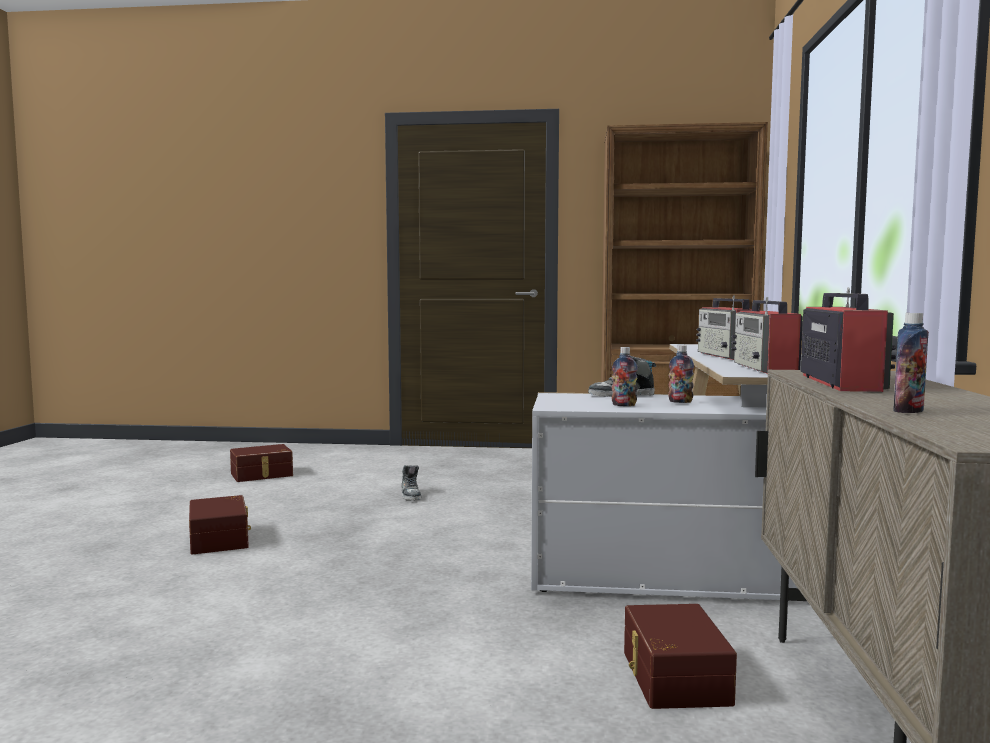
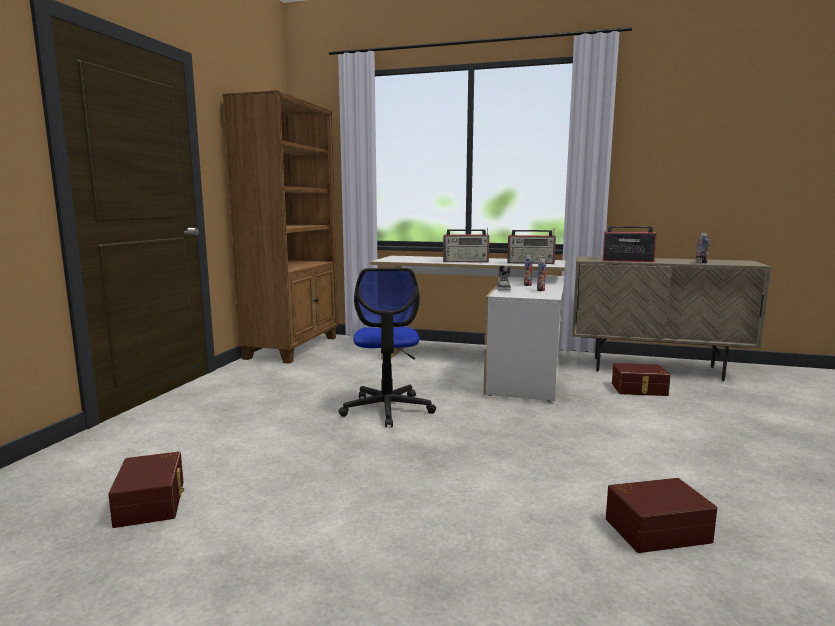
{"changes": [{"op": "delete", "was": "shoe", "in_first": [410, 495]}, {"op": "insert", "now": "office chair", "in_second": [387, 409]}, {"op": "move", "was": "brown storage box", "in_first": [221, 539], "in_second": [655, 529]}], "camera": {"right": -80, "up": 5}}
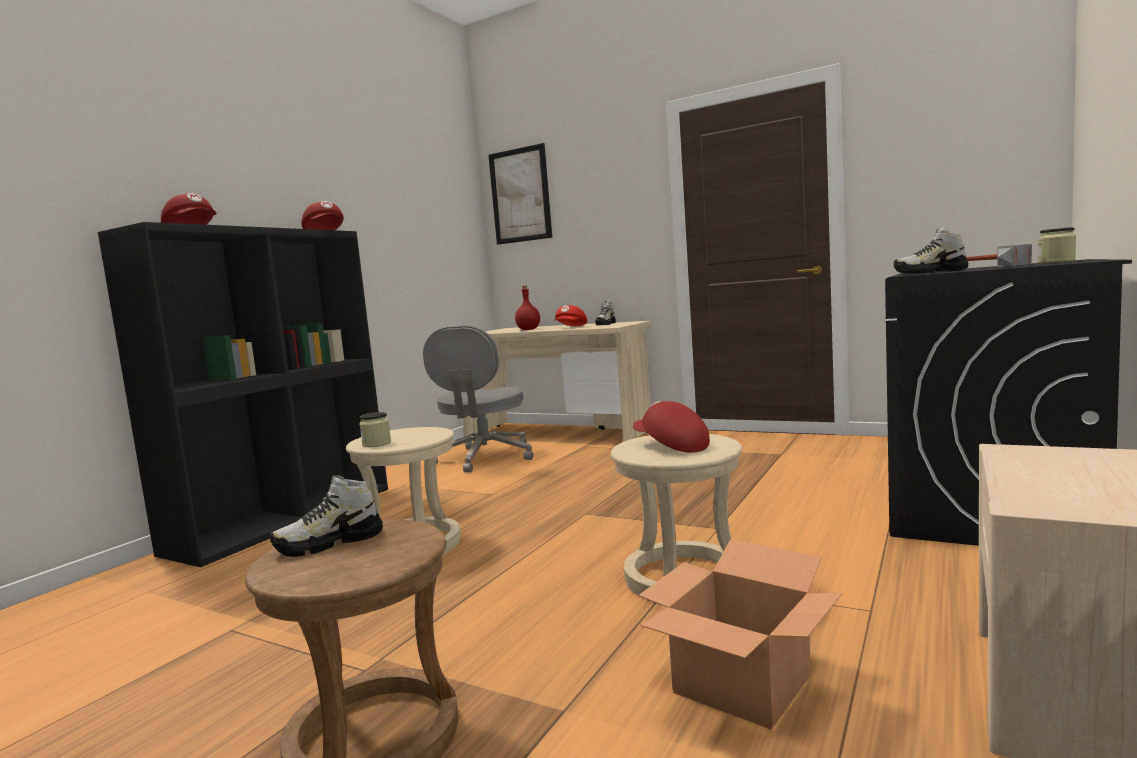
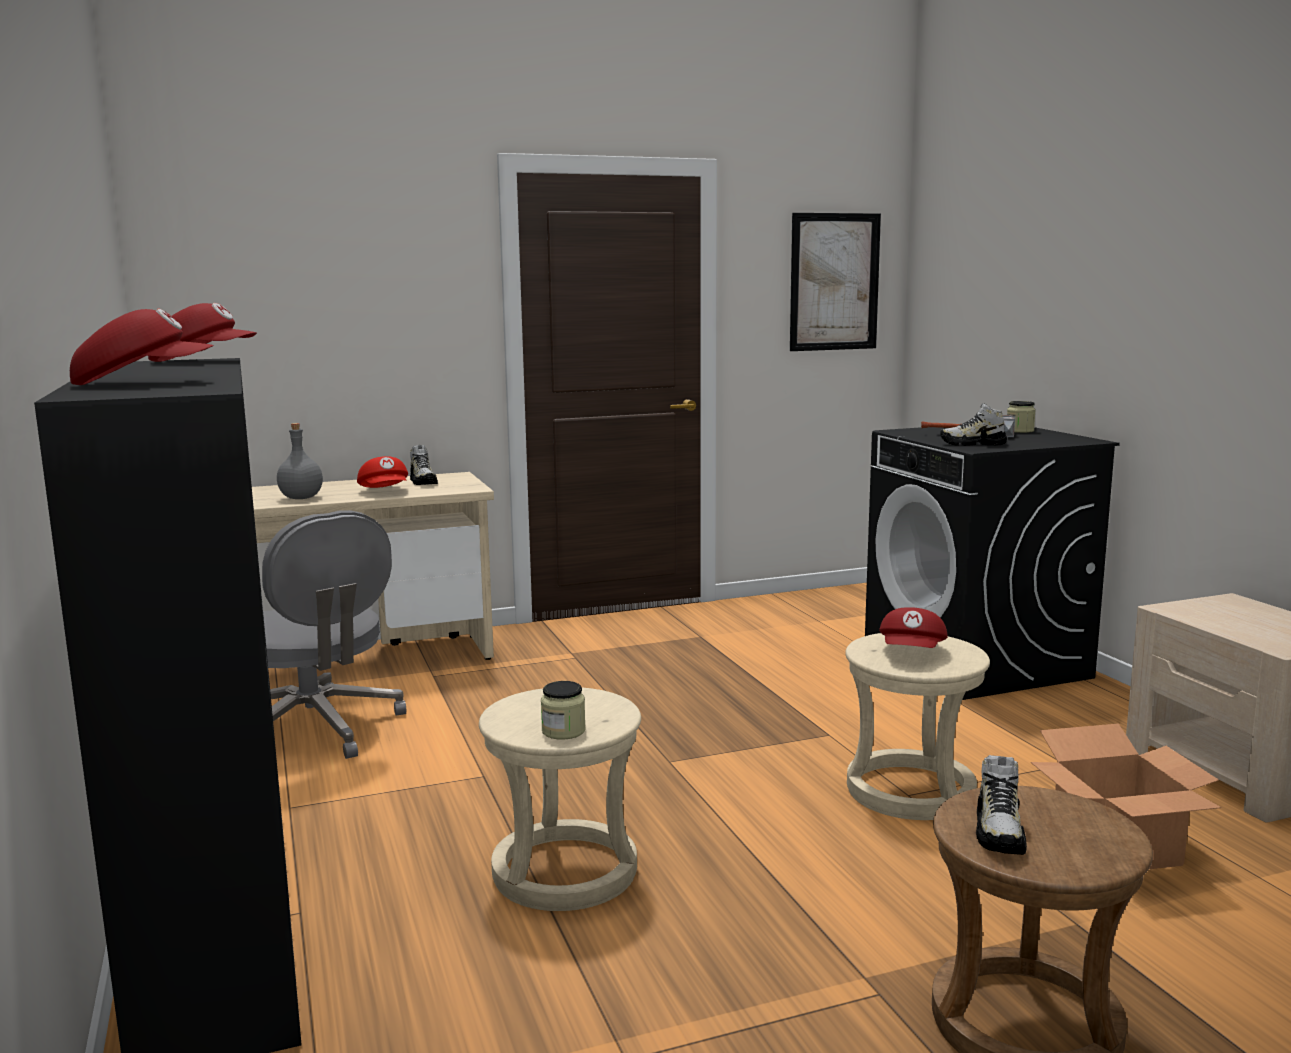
{"changes": [{"op": "move", "was": "picture", "in_first": [520, 195], "in_second": [834, 282]}, {"op": "recolor", "was": "red bottle", "now": "grey bottle", "in_first": [528, 329], "in_second": [300, 498]}, {"op": "rotate", "was": "red cap", "in_first": [670, 446], "in_second": [913, 653], "clockwise": -75}, {"op": "rotate", "was": "shoe", "in_first": [930, 272], "in_second": [973, 444], "clockwise": 45}], "camera": {"right": -50, "up": 5}}
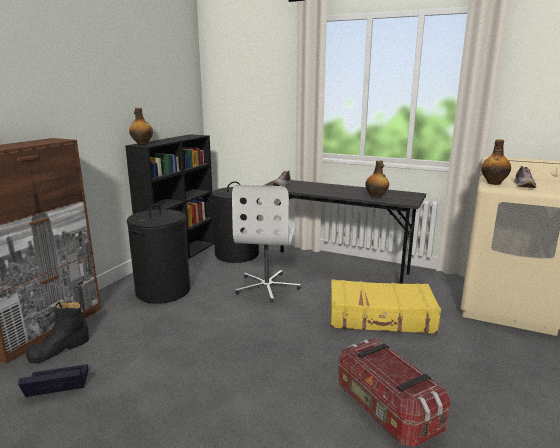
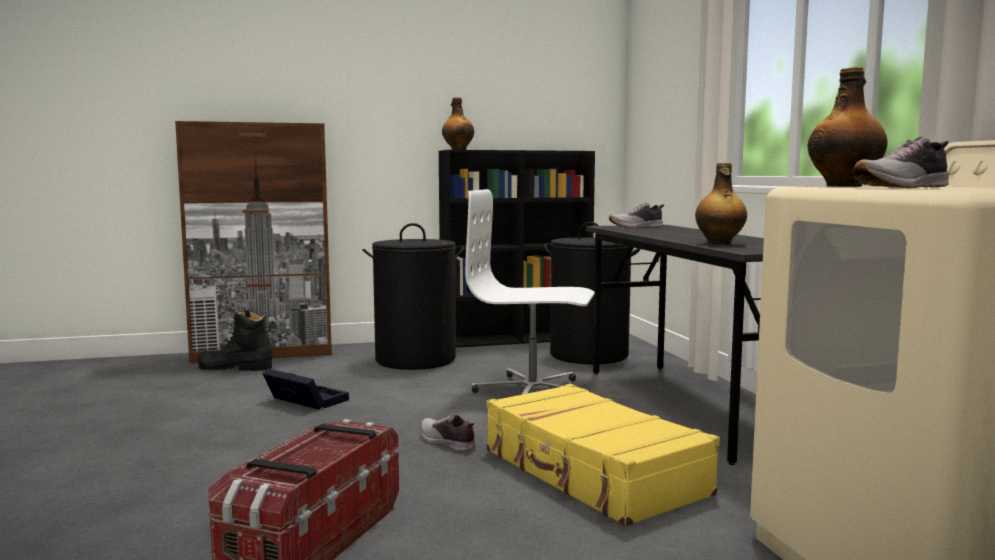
{"changes": [{"op": "insert", "now": "shoe", "in_second": [447, 442]}, {"op": "move", "was": "black storage box", "in_first": [55, 386], "in_second": [304, 400]}, {"op": "rotate", "was": "white office chair", "in_first": [267, 287], "in_second": [532, 391], "clockwise": 45}], "camera": {"right": 50, "up": -10}}
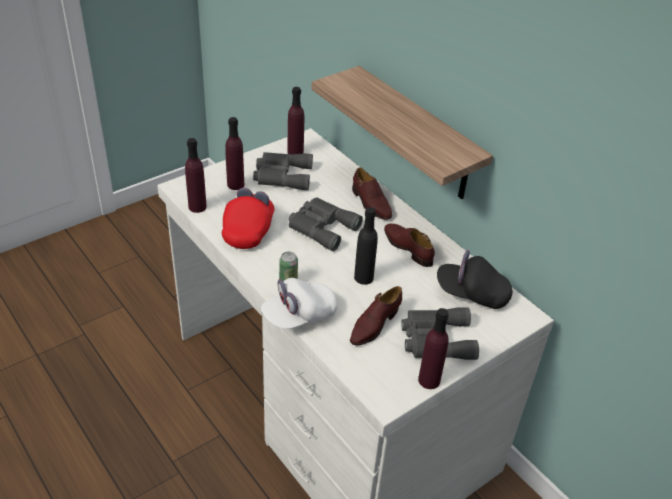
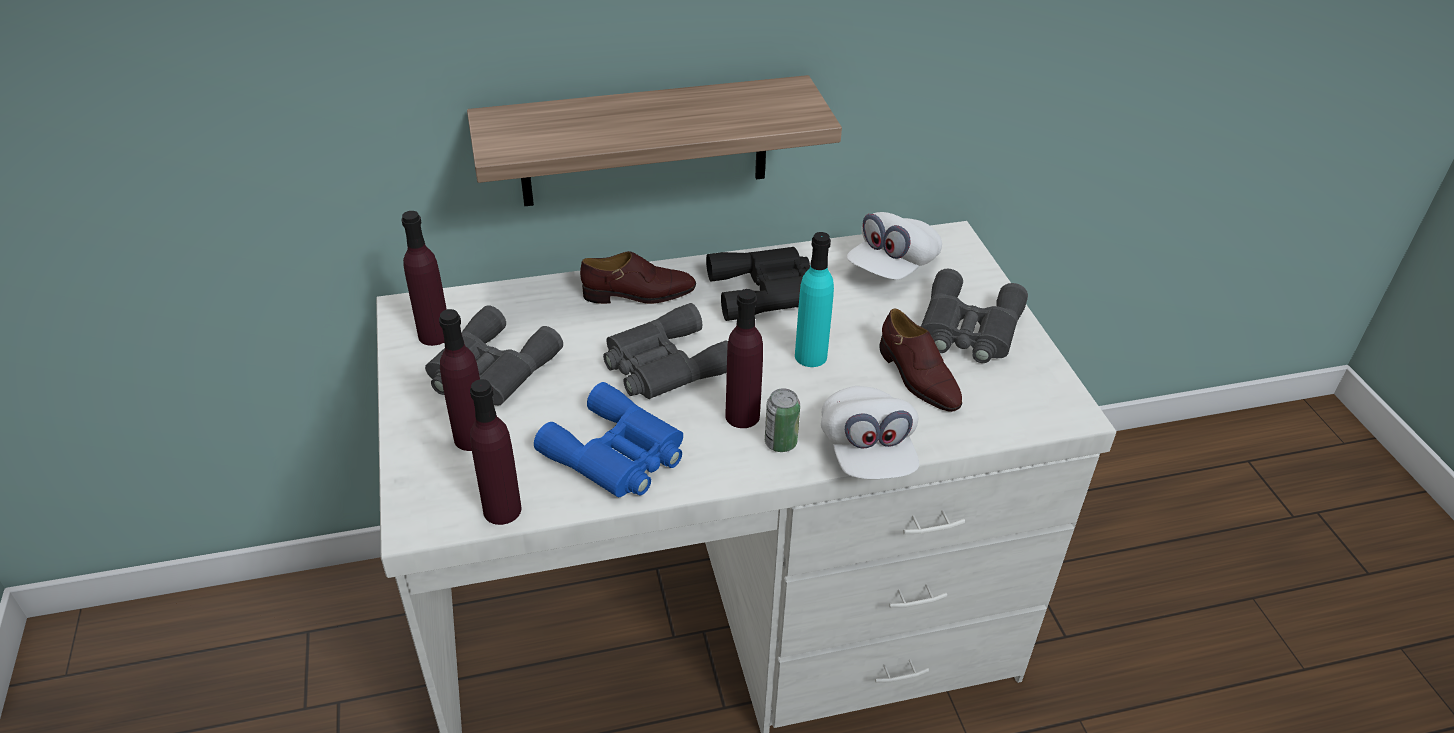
{"changes": [{"op": "move", "was": "purple bottle", "in_first": [429, 380], "in_second": [742, 416]}, {"op": "replace", "was": "red cap", "now": "blue binoculars", "in_first": [249, 230], "in_second": [617, 455]}, {"op": "replace", "was": "brown shoe", "now": "black binoculars", "in_first": [408, 248], "in_second": [767, 291]}, {"op": "recolor", "was": "black bottle", "now": "turquoise bottle", "in_first": [363, 277], "in_second": [810, 356]}, {"op": "recolor", "was": "black cap", "now": "white cap", "in_first": [472, 293], "in_second": [892, 267]}], "camera": {"right": -65, "up": 0}}
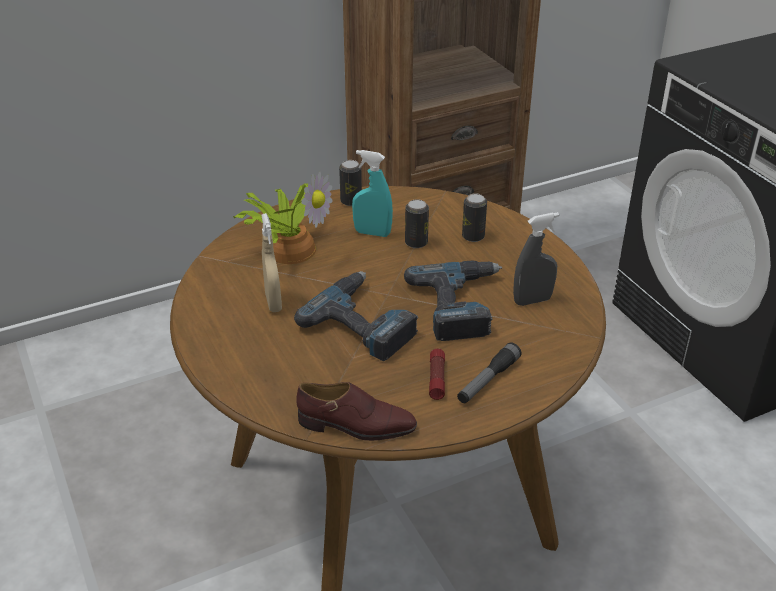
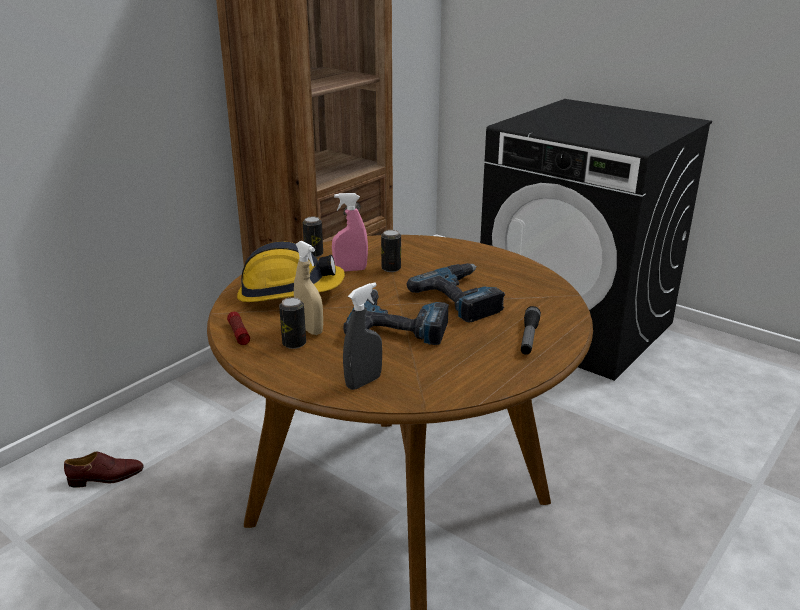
{"changes": [{"op": "move", "was": "brown shoe", "in_first": [356, 426], "in_second": [106, 477]}, {"op": "move", "was": "flashlight", "in_first": [436, 379], "in_second": [238, 333]}, {"op": "move", "was": "can", "in_first": [473, 236], "in_second": [294, 343]}, {"op": "move", "was": "grey spray bottle", "in_first": [532, 300], "in_second": [363, 382]}, {"op": "replace", "was": "potted plant", "now": "hard hat", "in_first": [289, 247], "in_second": [289, 292]}, {"op": "recolor", "was": "turquoise spray bottle", "now": "pink spray bottle", "in_first": [372, 233], "in_second": [350, 269]}], "camera": {"right": -25, "up": -10}}
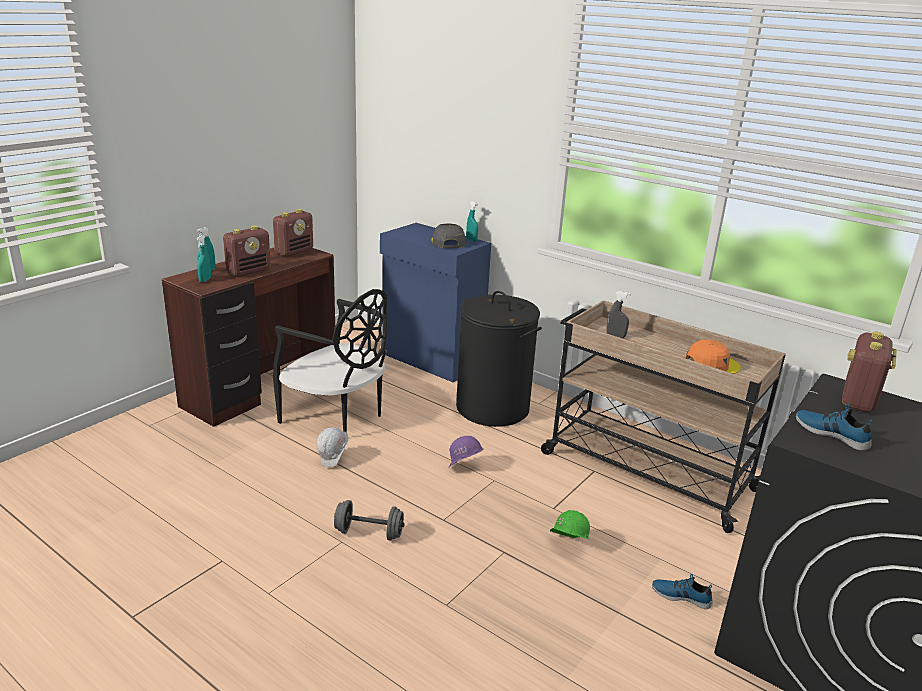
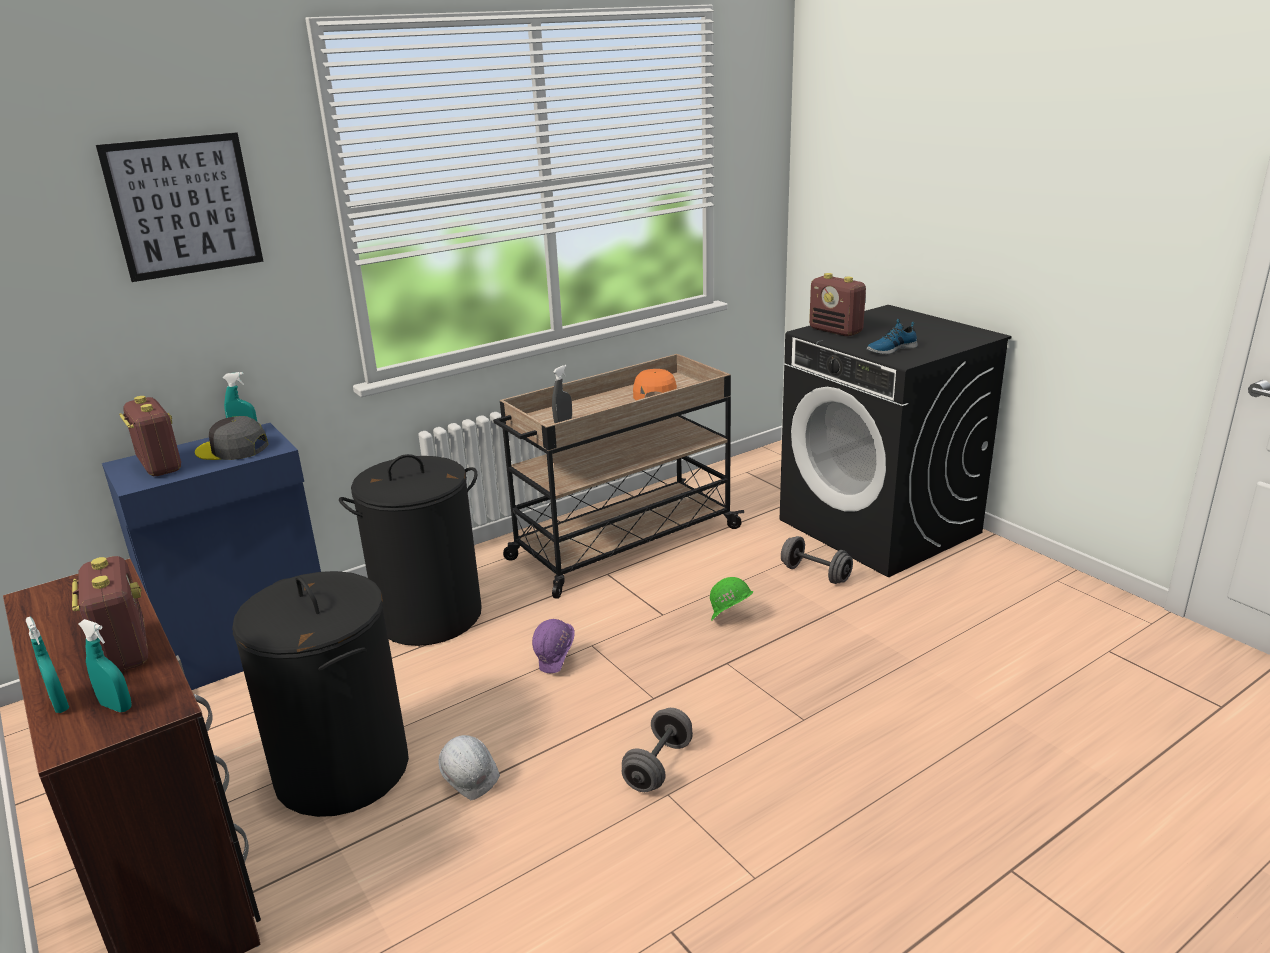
{"changes": [{"op": "insert", "now": "picture", "in_second": [184, 206]}, {"op": "move", "was": "radio", "in_first": [294, 252], "in_second": [159, 466]}, {"op": "replace", "was": "black chair", "now": "black laundry basket", "in_first": [336, 416], "in_second": [343, 770]}, {"op": "replace", "was": "shoe", "now": "grey dumbbell", "in_first": [681, 596], "in_second": [815, 574]}], "camera": {"right": -70, "up": 0}}
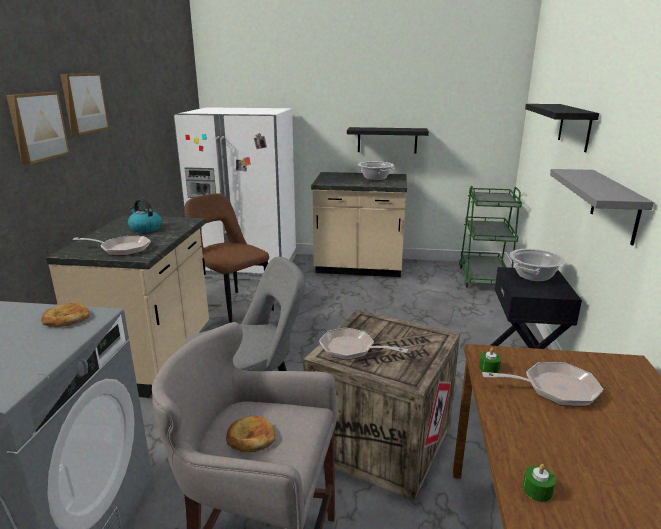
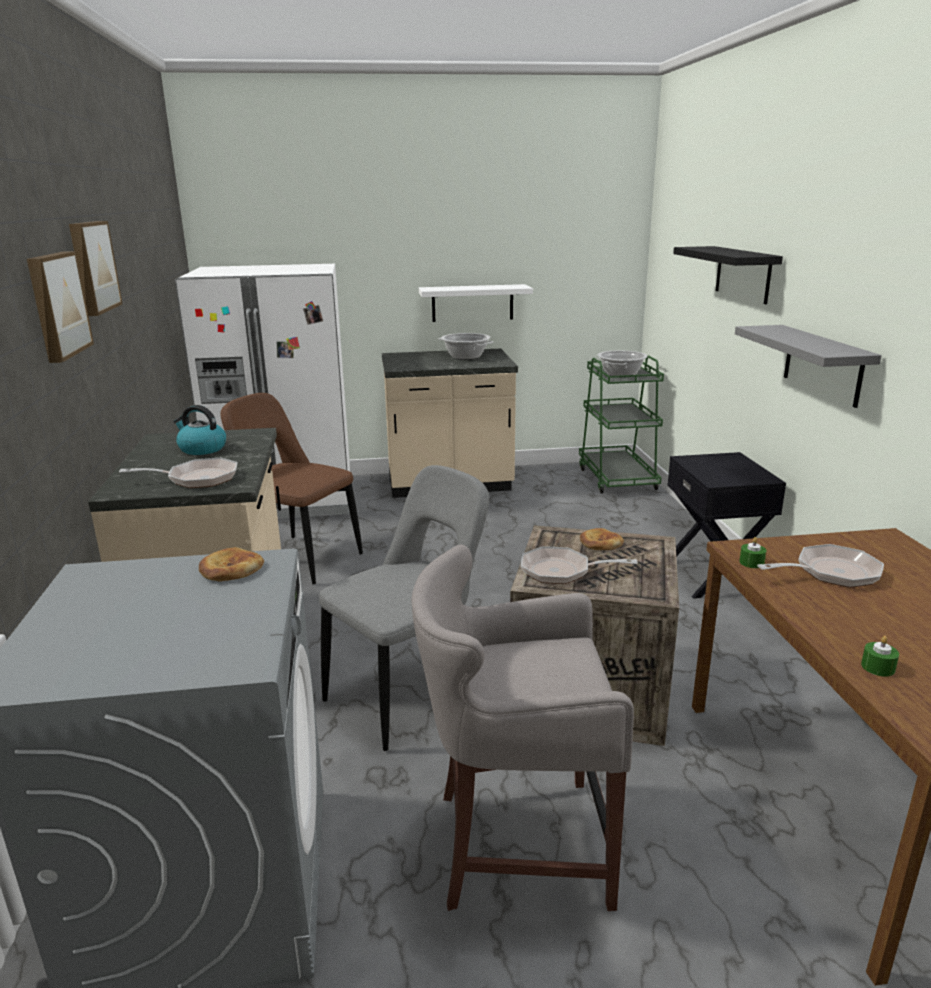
{"changes": [{"op": "move", "was": "bread", "in_first": [250, 437], "in_second": [600, 543]}, {"op": "move", "was": "cooking pot", "in_first": [533, 276], "in_second": [621, 374]}, {"op": "recolor", "was": "black shelf", "now": "white shelf", "in_first": [387, 140], "in_second": [472, 303]}], "camera": {"right": -15, "up": 0}}
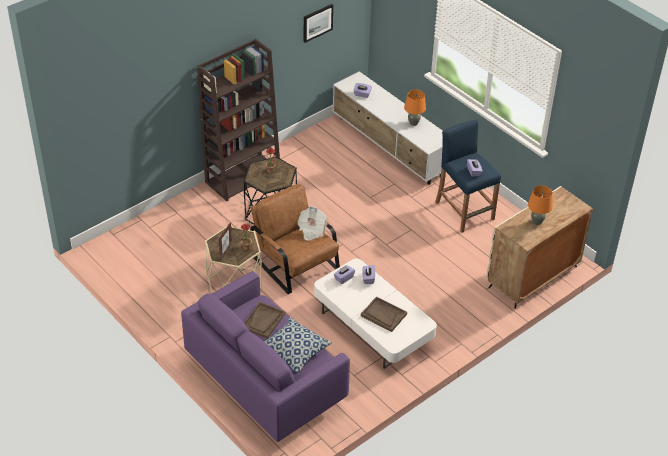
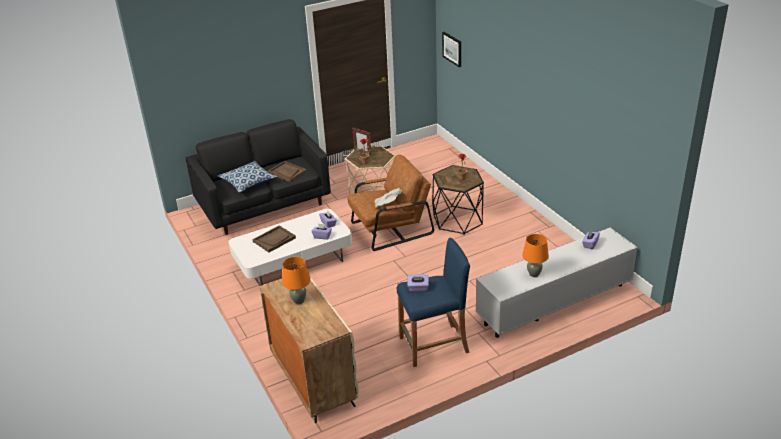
{"changes": [{"op": "delete", "was": "brown bookcase", "in_first": [243, 176]}, {"op": "move", "was": "picture", "in_first": [317, 22], "in_second": [452, 49]}, {"op": "recolor", "was": "purple sofa", "now": "black sofa", "in_first": [266, 381], "in_second": [264, 206]}], "camera": {"right": 105, "up": -10}}
